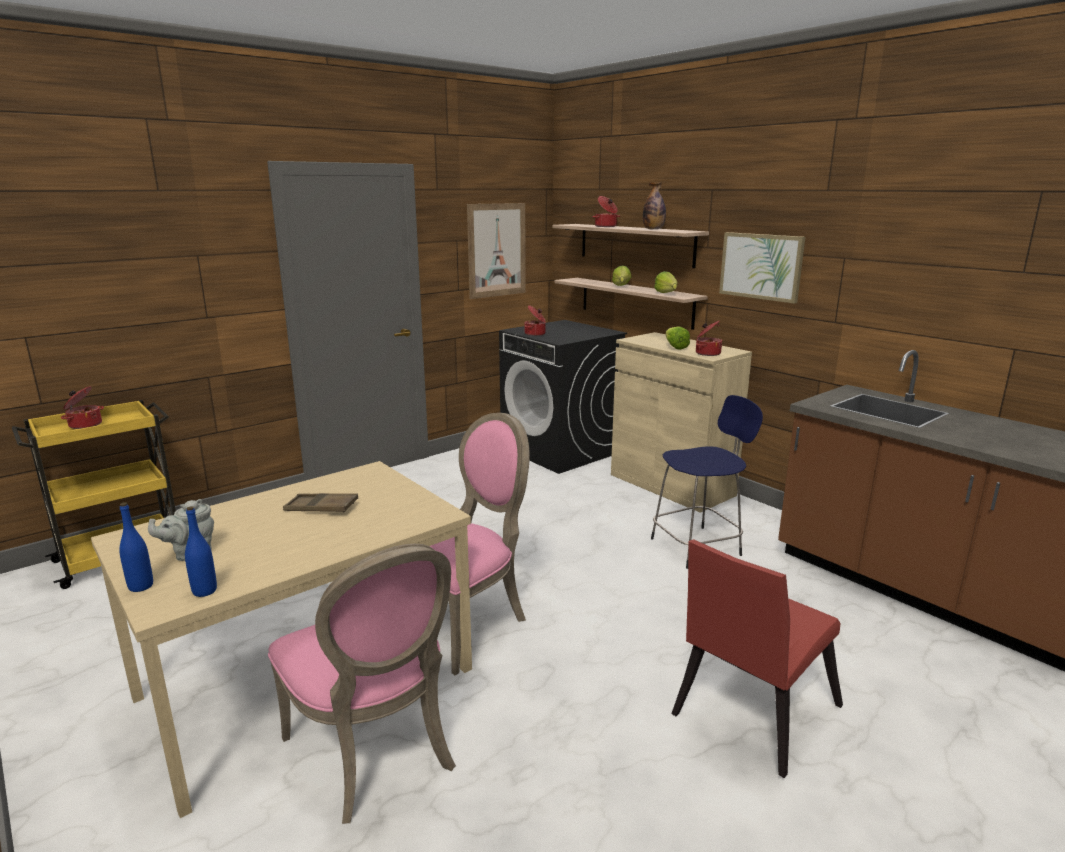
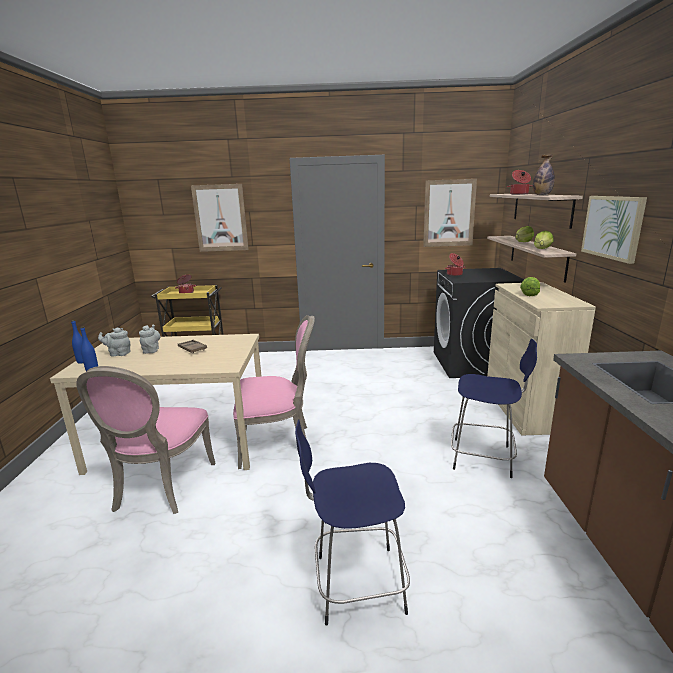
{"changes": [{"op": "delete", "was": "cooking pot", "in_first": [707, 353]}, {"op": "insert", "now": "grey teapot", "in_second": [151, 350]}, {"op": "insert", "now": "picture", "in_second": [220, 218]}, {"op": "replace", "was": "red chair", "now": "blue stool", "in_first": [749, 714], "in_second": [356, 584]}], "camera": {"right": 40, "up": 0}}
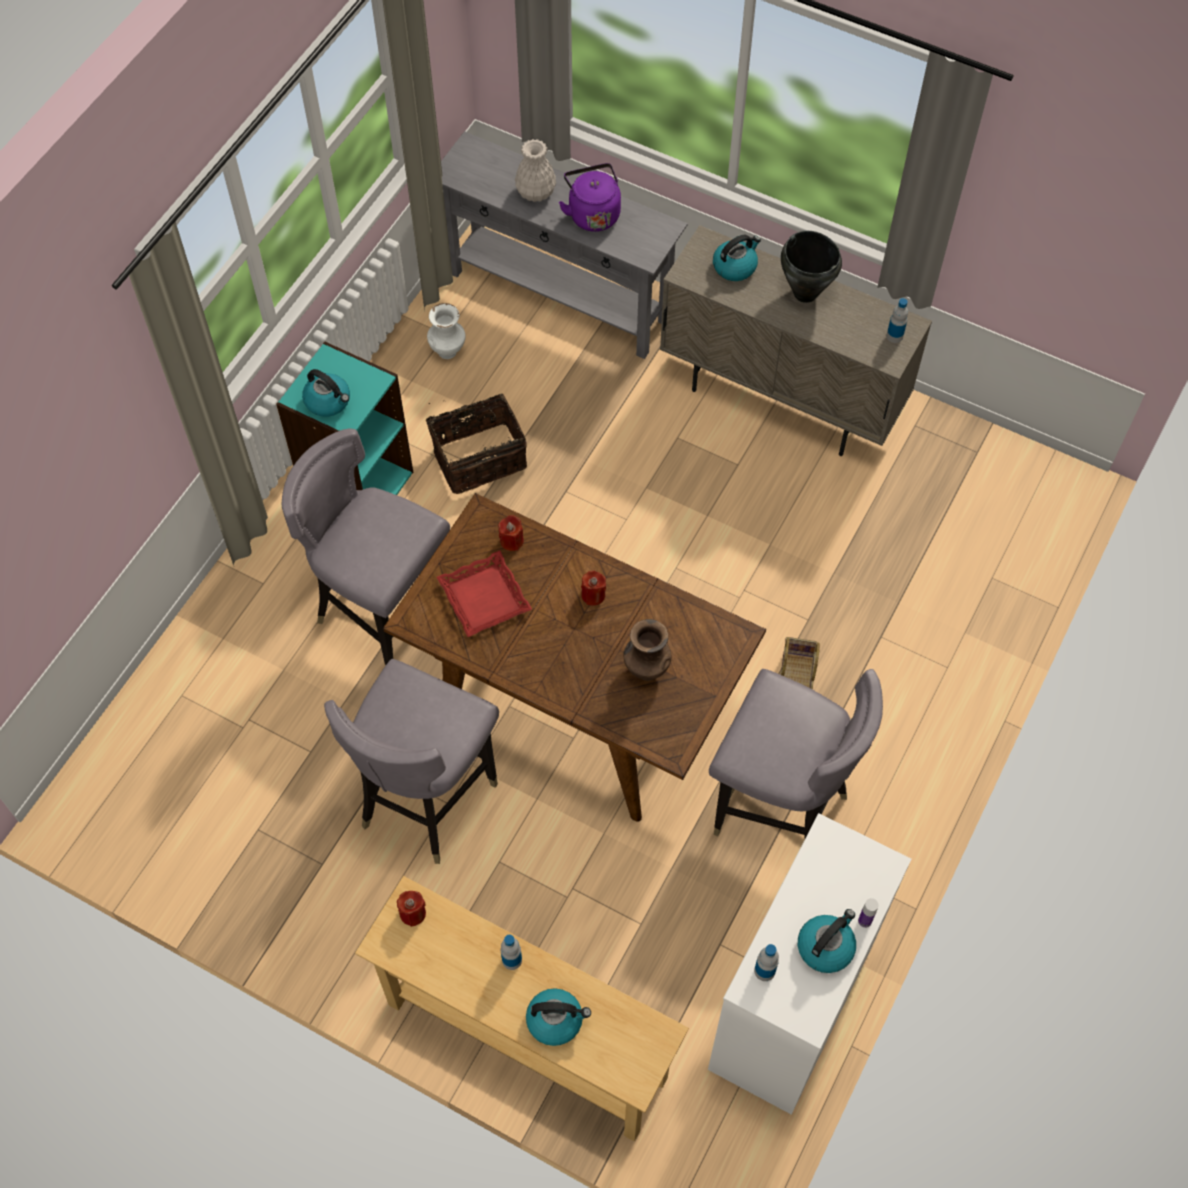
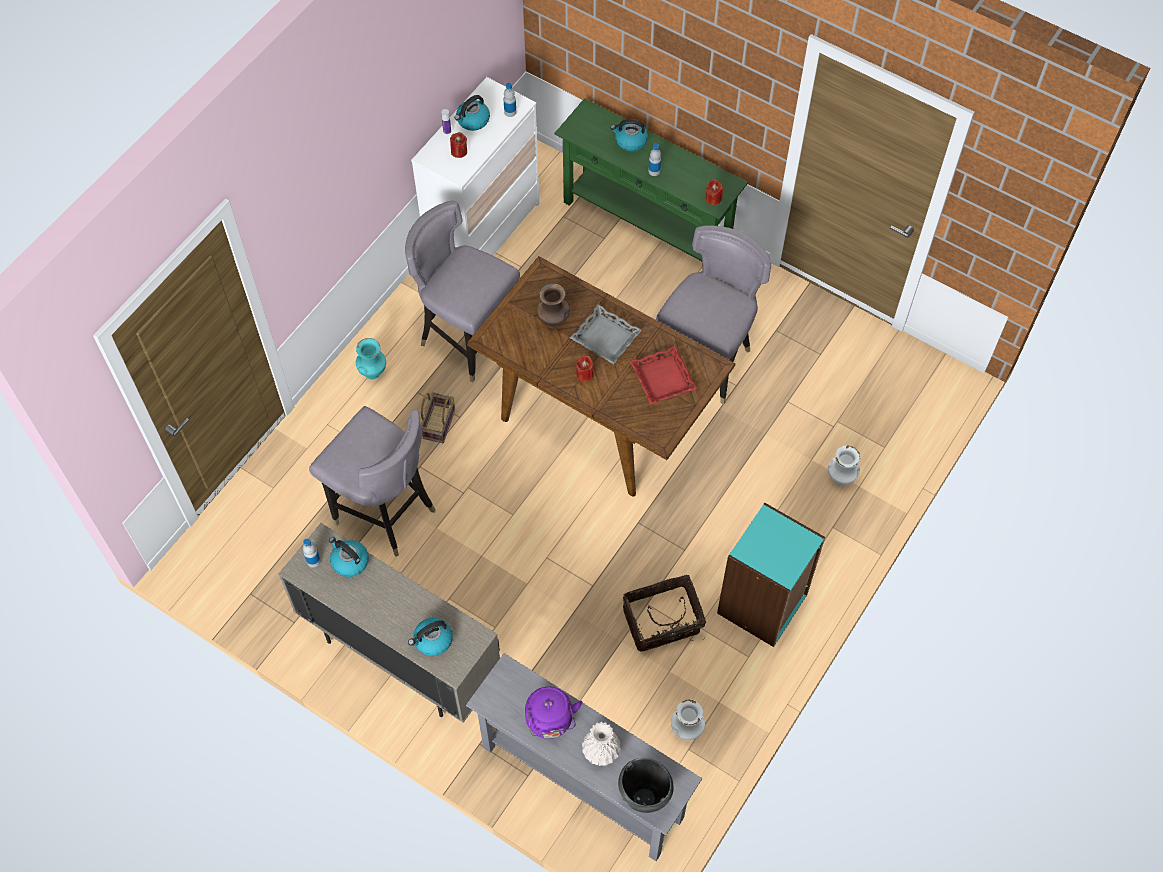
{"changes": [{"op": "insert", "now": "turquoise vase", "in_second": [373, 372]}, {"op": "insert", "now": "grey tray", "in_second": [606, 337]}, {"op": "insert", "now": "white vase", "in_second": [841, 478]}, {"op": "move", "was": "grey chair", "in_first": [383, 614], "in_second": [385, 513]}, {"op": "move", "was": "kettle", "in_first": [328, 401], "in_second": [349, 561]}, {"op": "move", "was": "red candle", "in_first": [511, 541], "in_second": [459, 151]}, {"op": "move", "was": "black cooking pot", "in_first": [805, 293], "in_second": [644, 799]}, {"op": "recolor", "was": "beige console table", "now": "green console table", "in_first": [526, 1042], "in_second": [646, 225]}], "camera": {"right": -175, "up": 0}}
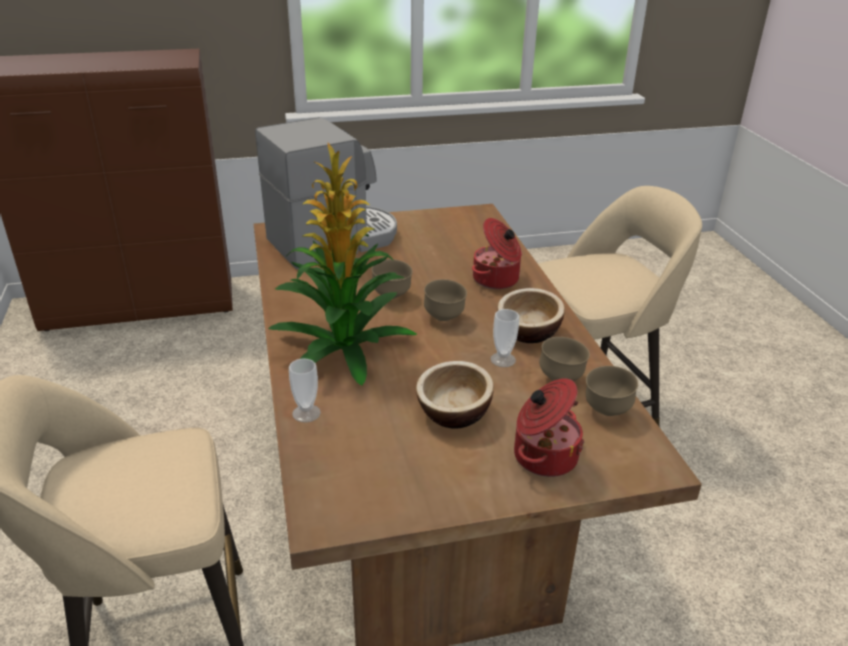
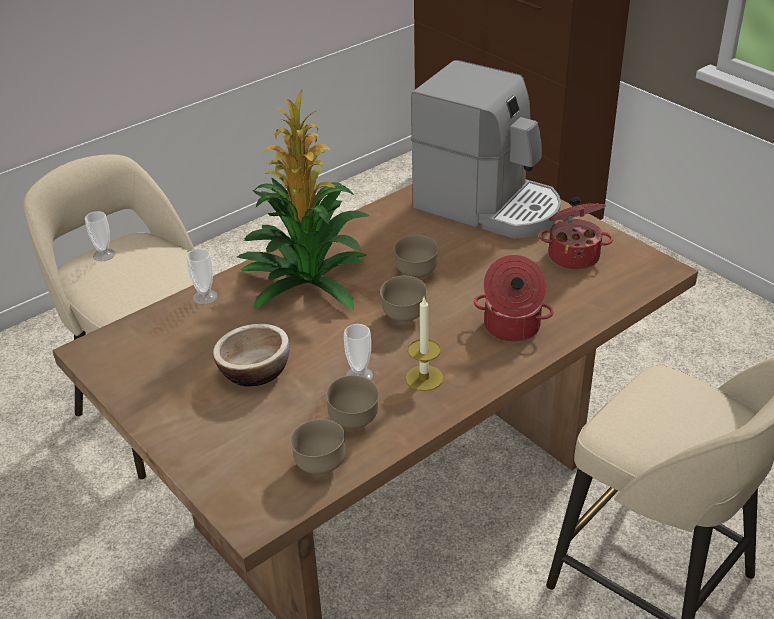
{"changes": [{"op": "insert", "now": "cup", "in_second": [104, 255]}, {"op": "move", "was": "cooking pot", "in_first": [543, 455], "in_second": [573, 255]}, {"op": "replace", "was": "bowl", "now": "candle", "in_first": [528, 332], "in_second": [424, 378]}], "camera": {"right": 65, "up": 5}}
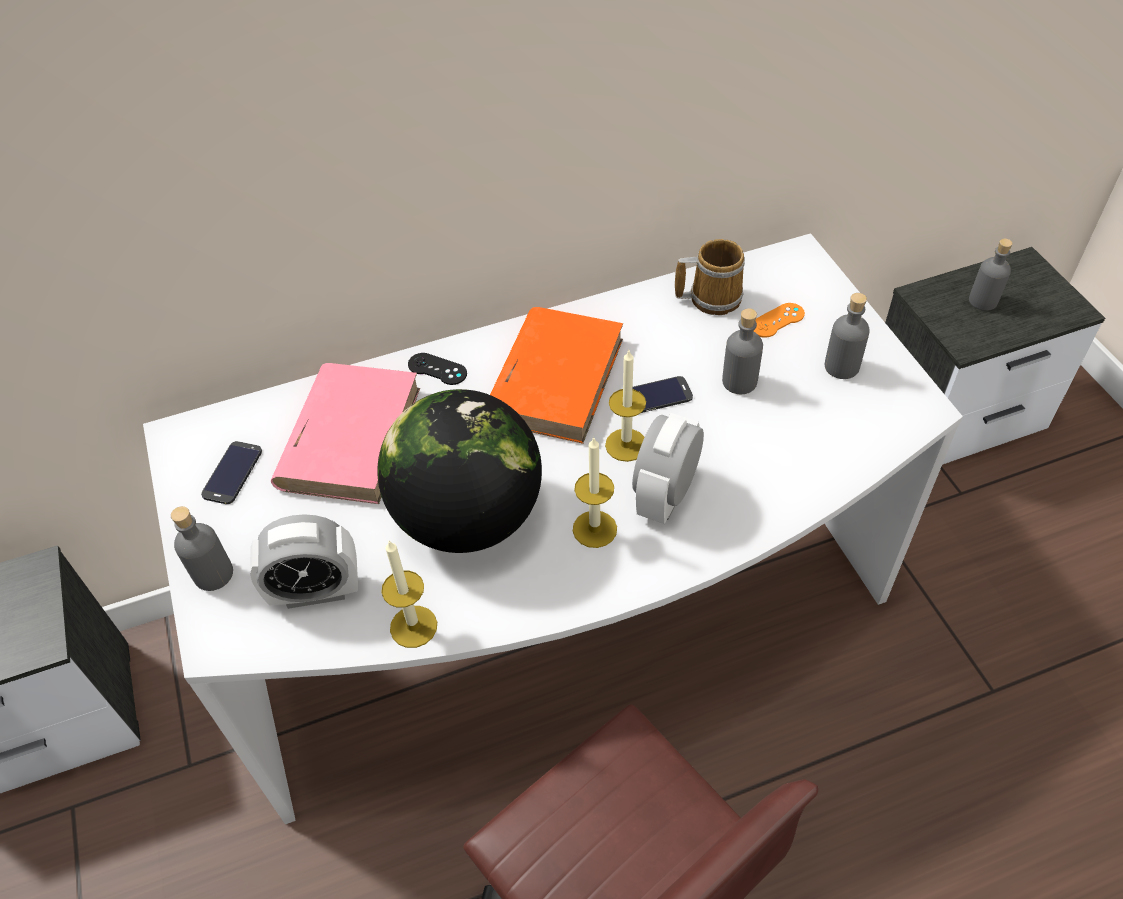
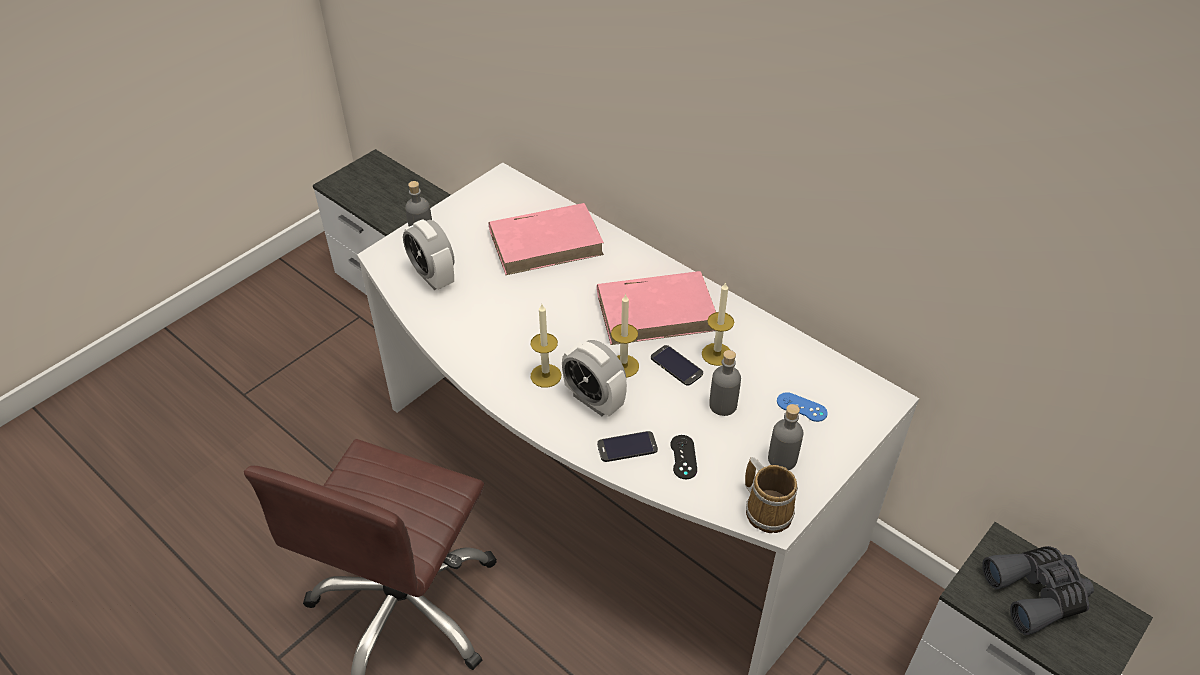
{"changes": [{"op": "delete", "was": "globe", "in_first": [468, 518]}, {"op": "move", "was": "phone", "in_first": [232, 473], "in_second": [627, 447]}, {"op": "move", "was": "candle", "in_first": [413, 626], "in_second": [716, 354]}, {"op": "move", "was": "black game controller", "in_first": [437, 369], "in_second": [683, 457]}, {"op": "move", "was": "mug", "in_first": [711, 297], "in_second": [768, 510]}, {"op": "replace", "was": "grey bottle", "now": "grey binoculars", "in_first": [983, 301], "in_second": [1037, 593]}, {"op": "recolor", "was": "orange book", "now": "pink book", "in_first": [555, 378], "in_second": [657, 311]}, {"op": "recolor", "was": "orange game controller", "now": "blue game controller", "in_first": [777, 320], "in_second": [801, 407]}, {"op": "rotate", "was": "alarm clock", "in_first": [665, 495], "in_second": [594, 400], "clockwise": -135}], "camera": {"right": 60, "up": -5}}
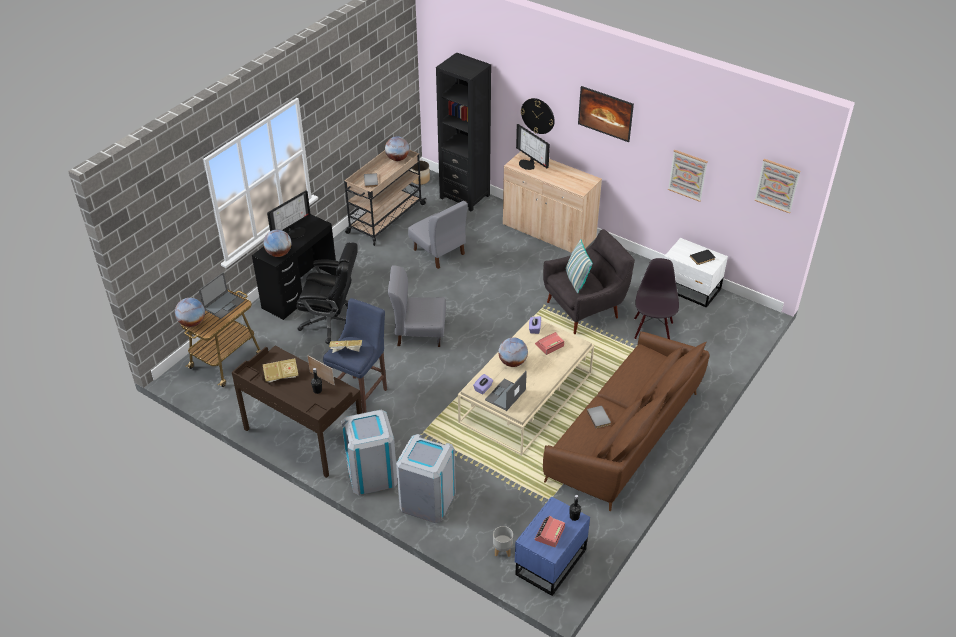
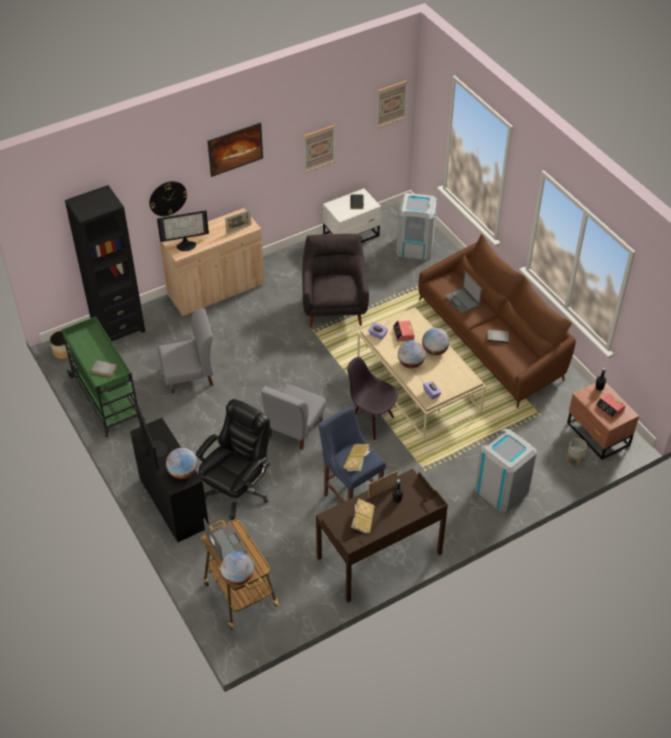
{"changes": [{"op": "delete", "was": "pillow", "in_first": [576, 280]}, {"op": "insert", "now": "picture frame", "in_second": [238, 229]}, {"op": "move", "was": "grey trash can", "in_first": [372, 474], "in_second": [415, 246]}, {"op": "move", "was": "globe", "in_first": [397, 159], "in_second": [435, 351]}, {"op": "move", "was": "laptop", "in_first": [505, 395], "in_second": [462, 301]}, {"op": "move", "was": "black chair", "in_first": [652, 330], "in_second": [371, 422]}, {"op": "recolor", "was": "beige cart", "now": "green cart", "in_first": [385, 219], "in_second": [107, 399]}, {"op": "recolor", "was": "blue nightstand", "now": "brown nightstand", "in_first": [549, 562], "in_second": [598, 435]}], "camera": {"right": -65, "up": 5}}
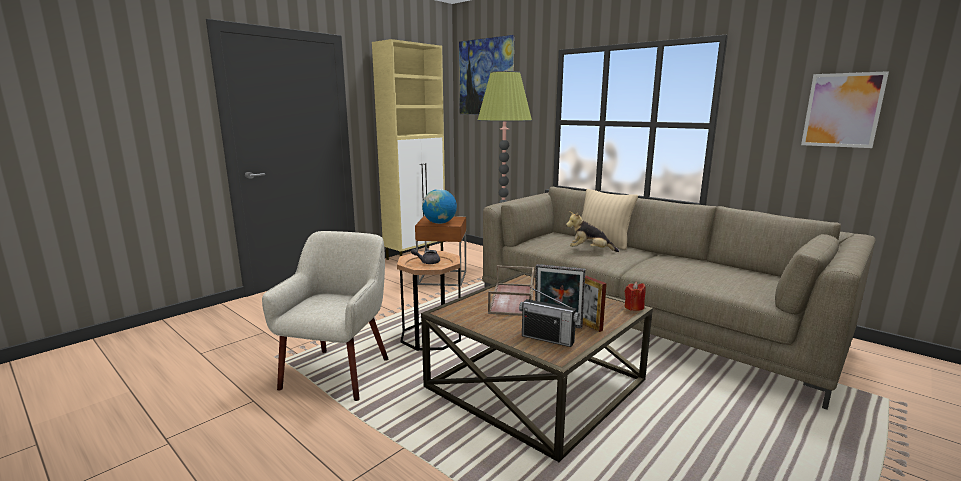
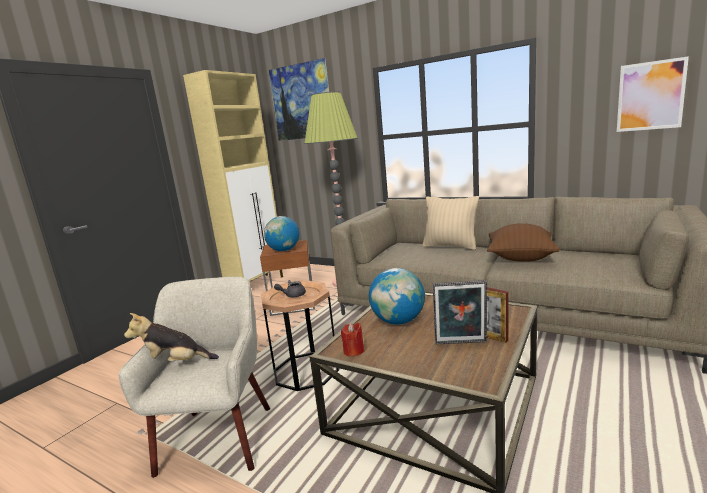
{"changes": [{"op": "delete", "was": "radio", "in_first": [548, 339]}, {"op": "insert", "now": "brown pillow", "in_second": [520, 258]}, {"op": "move", "was": "plush toy", "in_first": [589, 251], "in_second": [175, 364]}, {"op": "move", "was": "red candle", "in_first": [634, 307], "in_second": [353, 351]}, {"op": "replace", "was": "brown tray", "now": "globe", "in_first": [513, 299], "in_second": [398, 321]}], "camera": {"right": -10, "up": 0}}
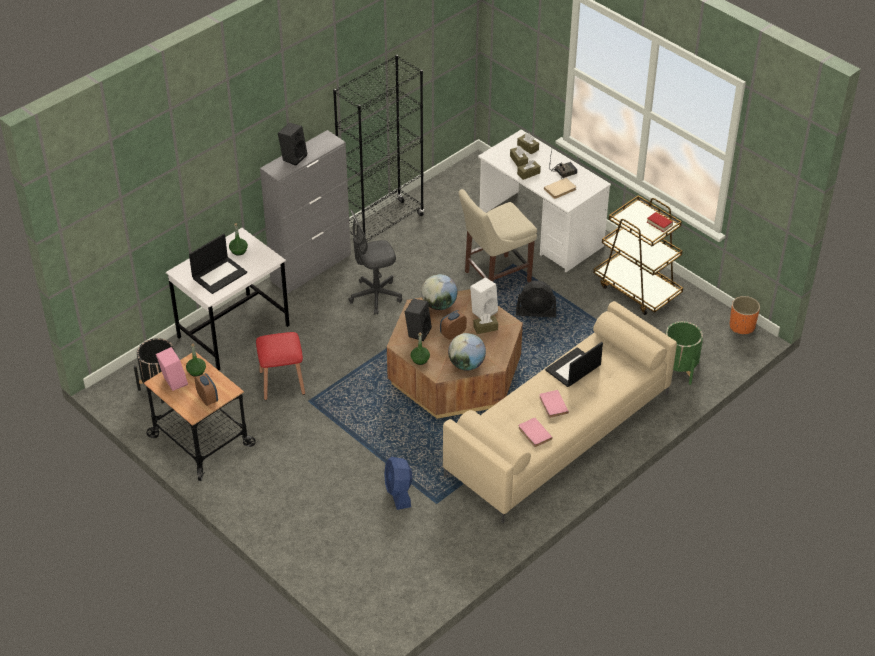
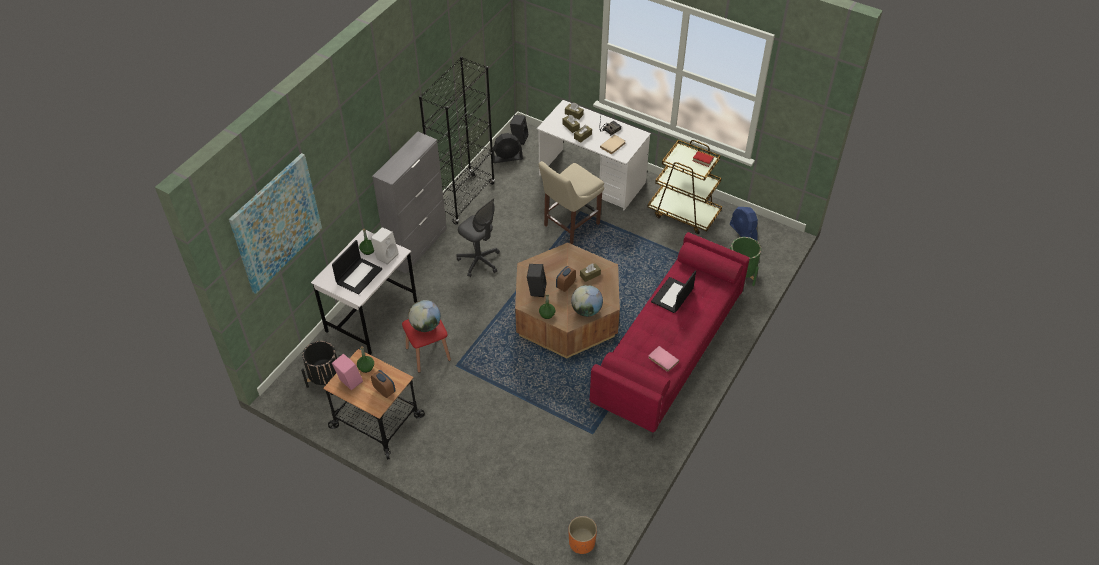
{"changes": [{"op": "delete", "was": "pink book", "in_first": [552, 405]}, {"op": "insert", "now": "picture", "in_second": [276, 223]}, {"op": "move", "was": "black speaker", "in_first": [293, 157], "in_second": [519, 138]}, {"op": "move", "was": "blue fan", "in_first": [398, 492], "in_second": [743, 232]}, {"op": "move", "was": "globe", "in_first": [439, 305], "in_second": [425, 326]}, {"op": "move", "was": "white speaker", "in_first": [483, 311], "in_second": [386, 255]}, {"op": "move", "was": "black fan", "in_first": [536, 312], "in_second": [507, 158]}, {"op": "move", "was": "orange planter", "in_first": [742, 326], "in_second": [581, 542]}, {"op": "recolor", "was": "beige sofa", "now": "red sofa", "in_first": [558, 435], "in_second": [668, 351]}, {"op": "rotate", "was": "grey office chair", "in_first": [375, 296], "in_second": [479, 261], "clockwise": -105}], "camera": {"right": -15, "up": 5}}
